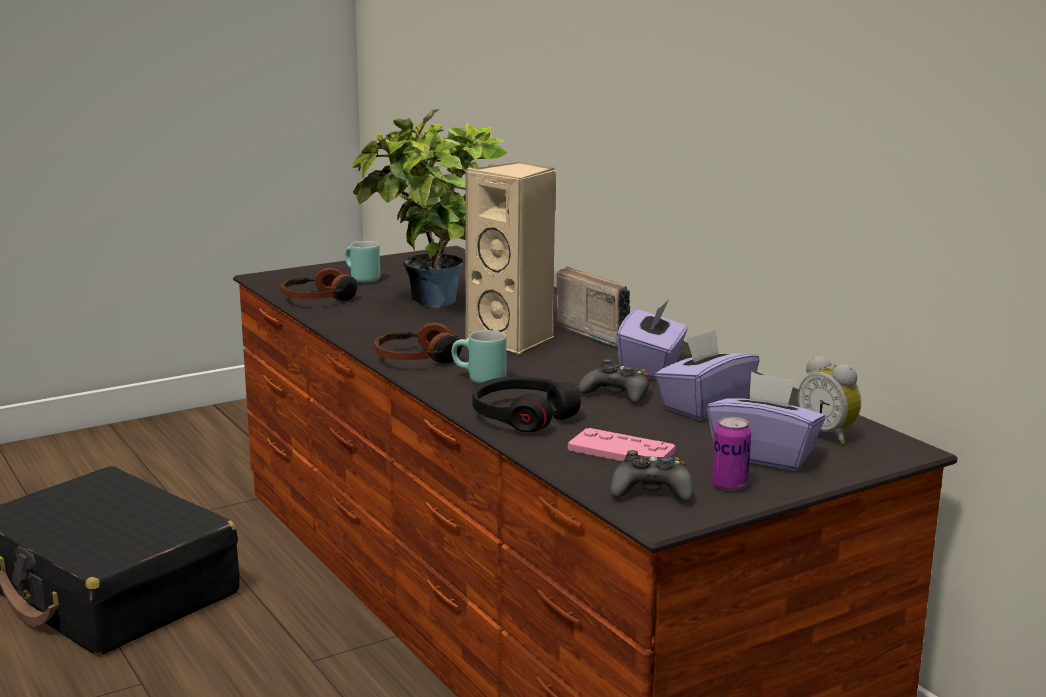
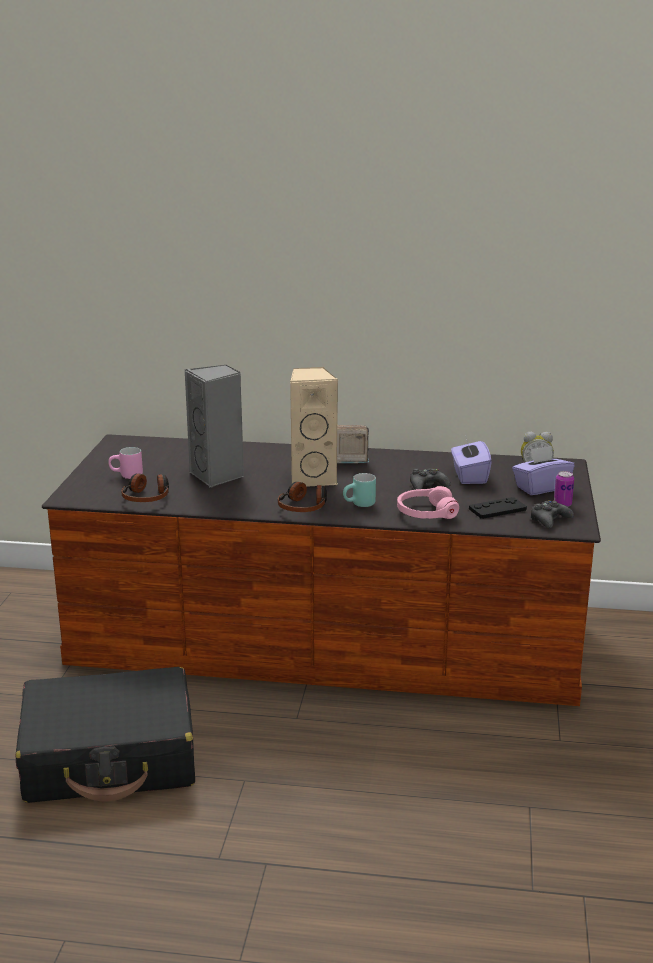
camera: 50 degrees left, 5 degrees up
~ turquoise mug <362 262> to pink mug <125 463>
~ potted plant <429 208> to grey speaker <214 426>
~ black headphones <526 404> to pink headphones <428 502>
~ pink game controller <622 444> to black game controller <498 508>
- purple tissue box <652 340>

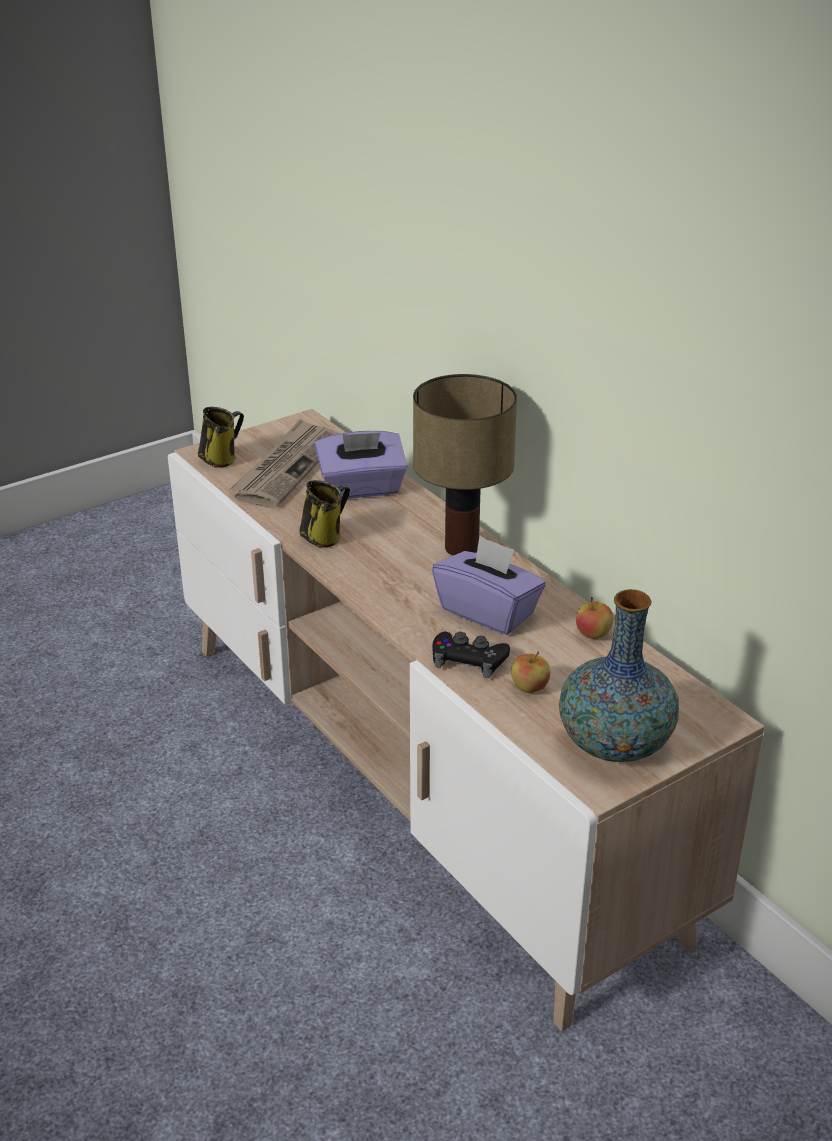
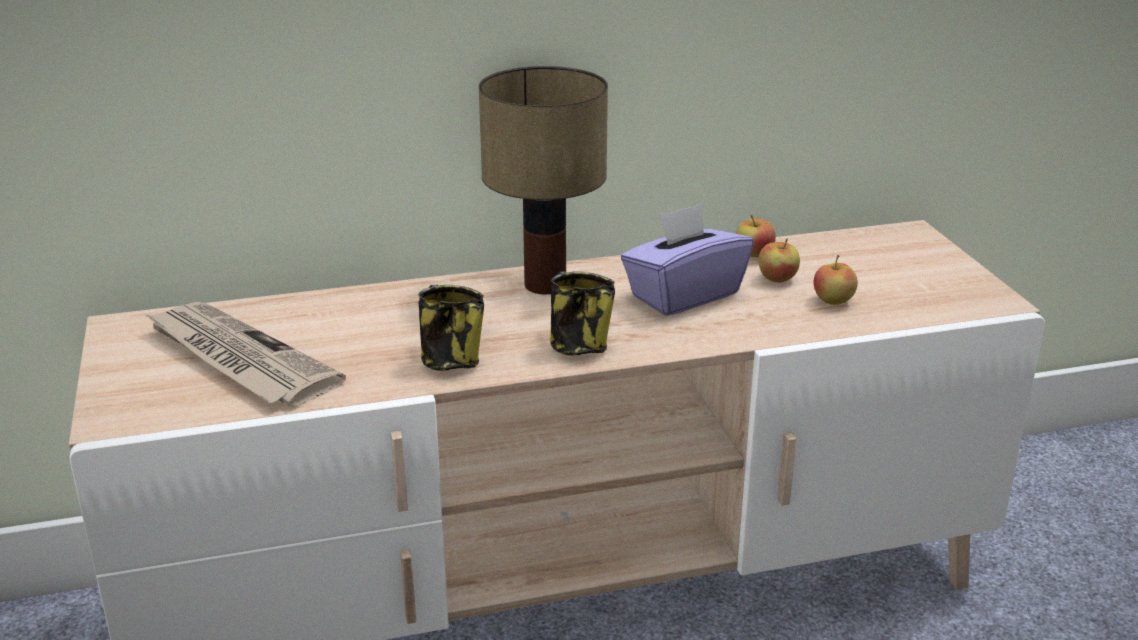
camera: 70 degrees left, 5 degrees down
~ mug <221 437> to <582 313>
- purple tissue box <361 465>
- black game controller <471 655>
- vase <619 675>
+ apple <779 261>

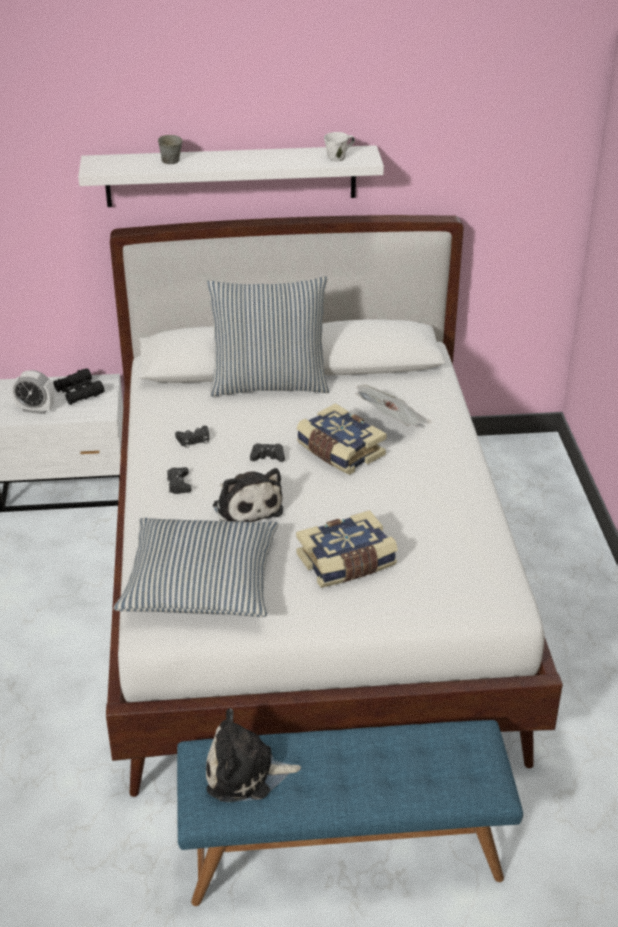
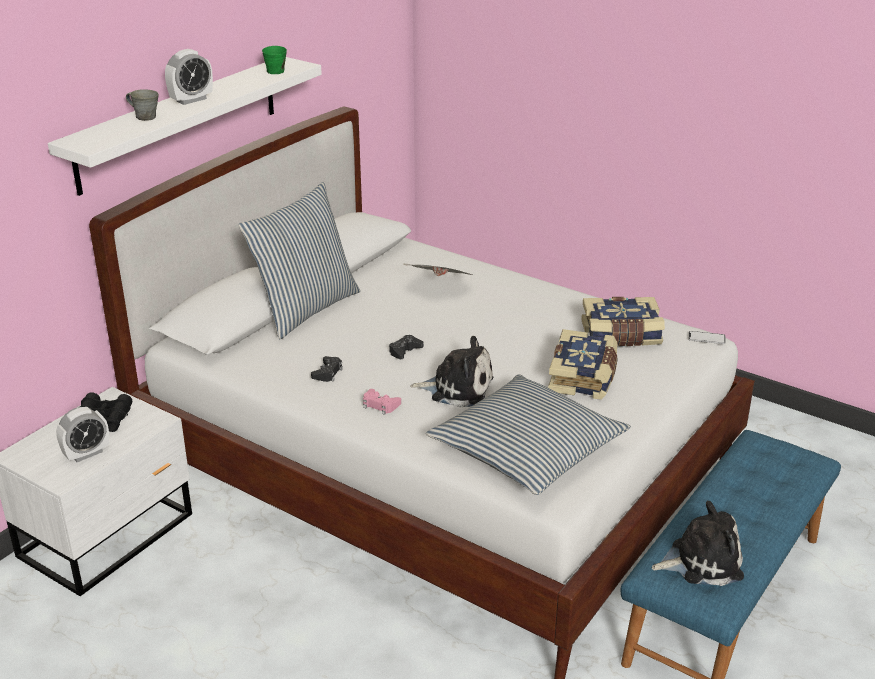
camera: 50 degrees left, 5 degrees down
~ black game controller <179 480> to pink game controller <382 402>
~ plush toy <253 755> = <698 543> 135 degrees counterclockwise
~ book <341 439> to <623 321>
~ white mug <339 146> to green mug <274 60>
+ alarm clock <189 77>
+ phone <707 337>

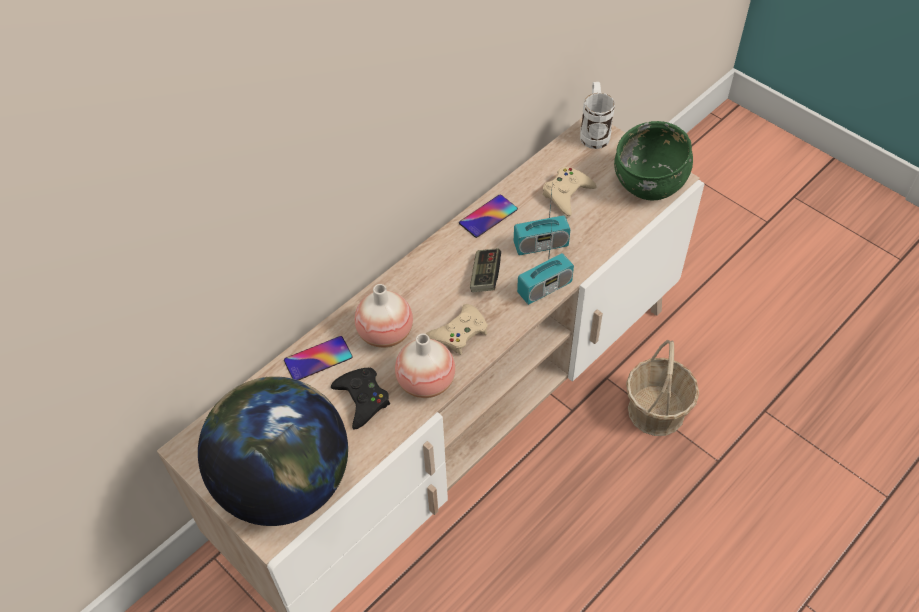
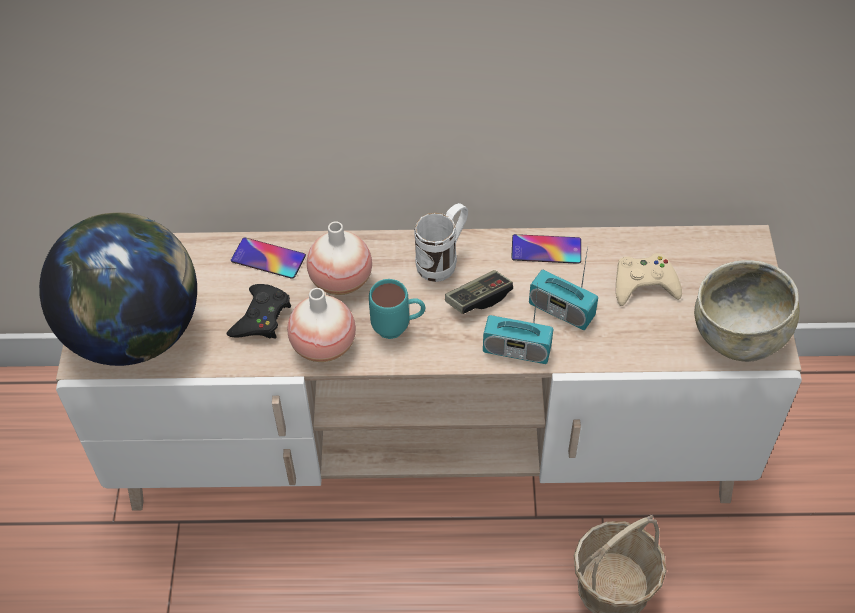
camera: 45 degrees right, 0 degrees up
~ beige game controller <457 329> to turquoise mug <397 309>
~ white mug <597 115> to <441 242>
~ green bowl <653 160> to beige bowl <747 311>

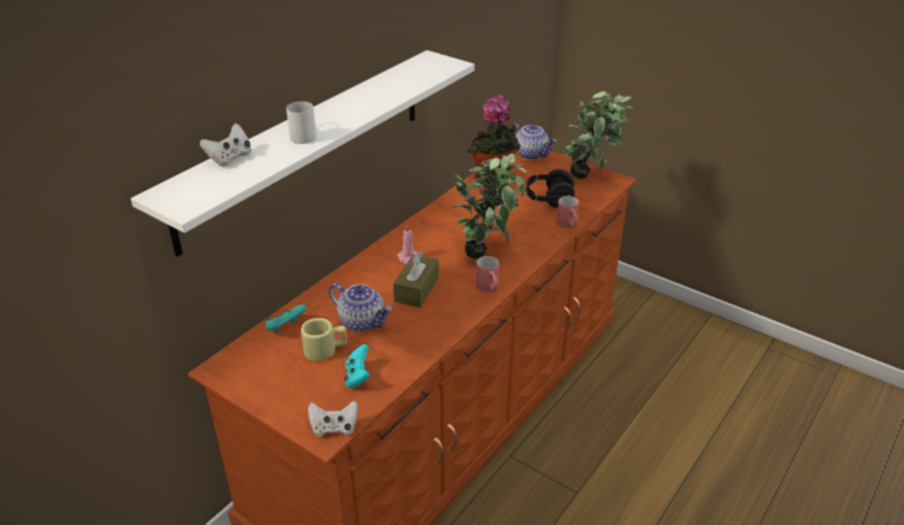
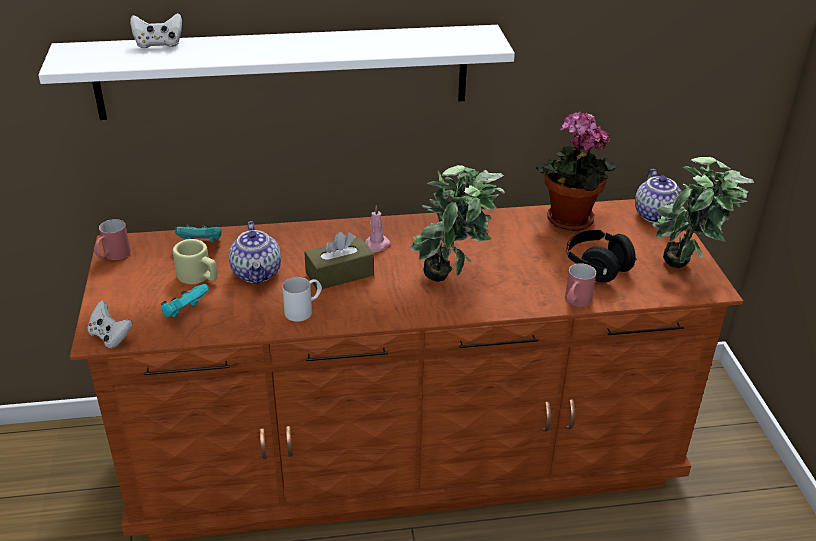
camera: 45 degrees right, 0 degrees up
~ white mug <301 122> to <302 299>
~ red mug <487 274> to <112 239>

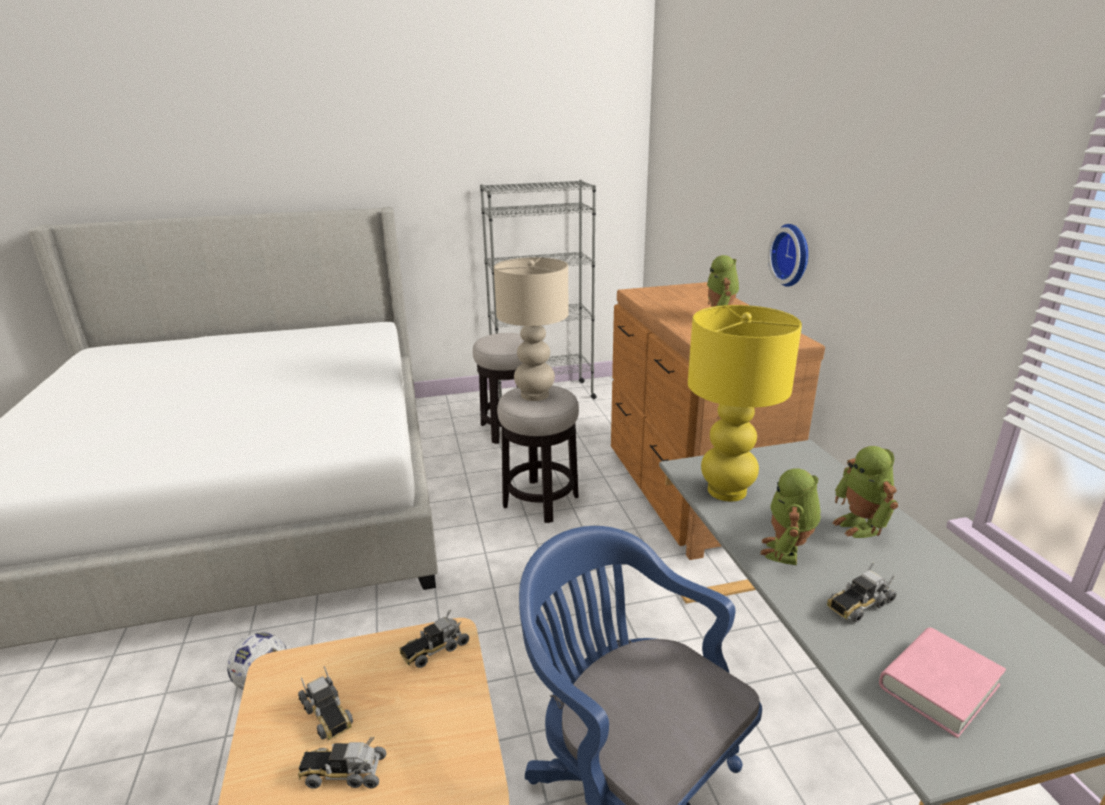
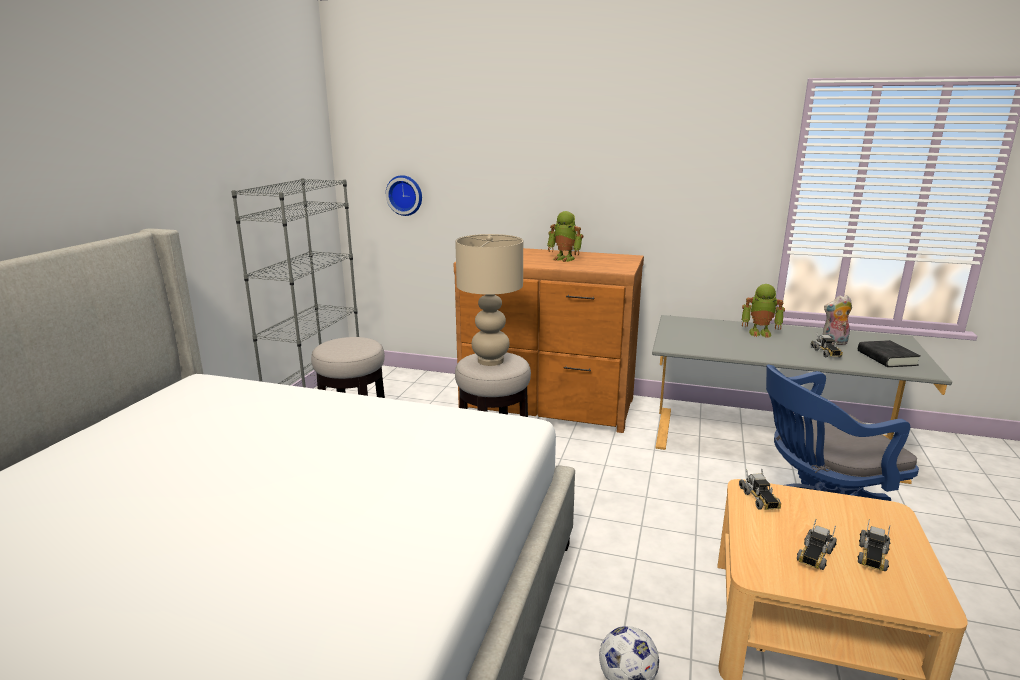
camera: 60 degrees left, 5 degrees down
~ toy truck <325 703> = <817 544> 135 degrees clockwise
- yellow table lamp <745 403>
- toy robot <790 516>
~ wall clock <788 255> to <404 195>
~ pink book <942 683> to black book <889 353>
+ plush toy <837 320>

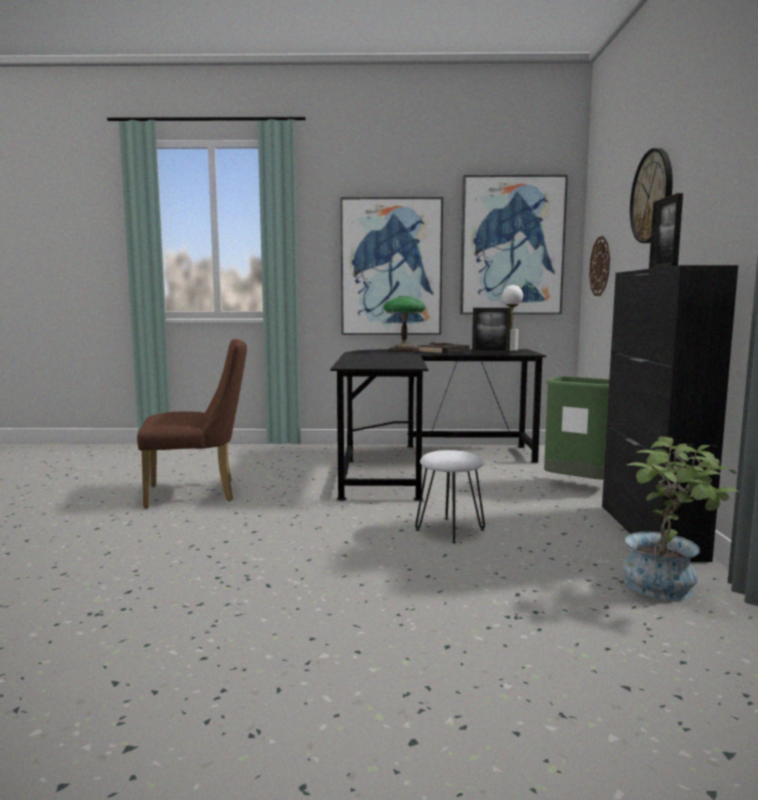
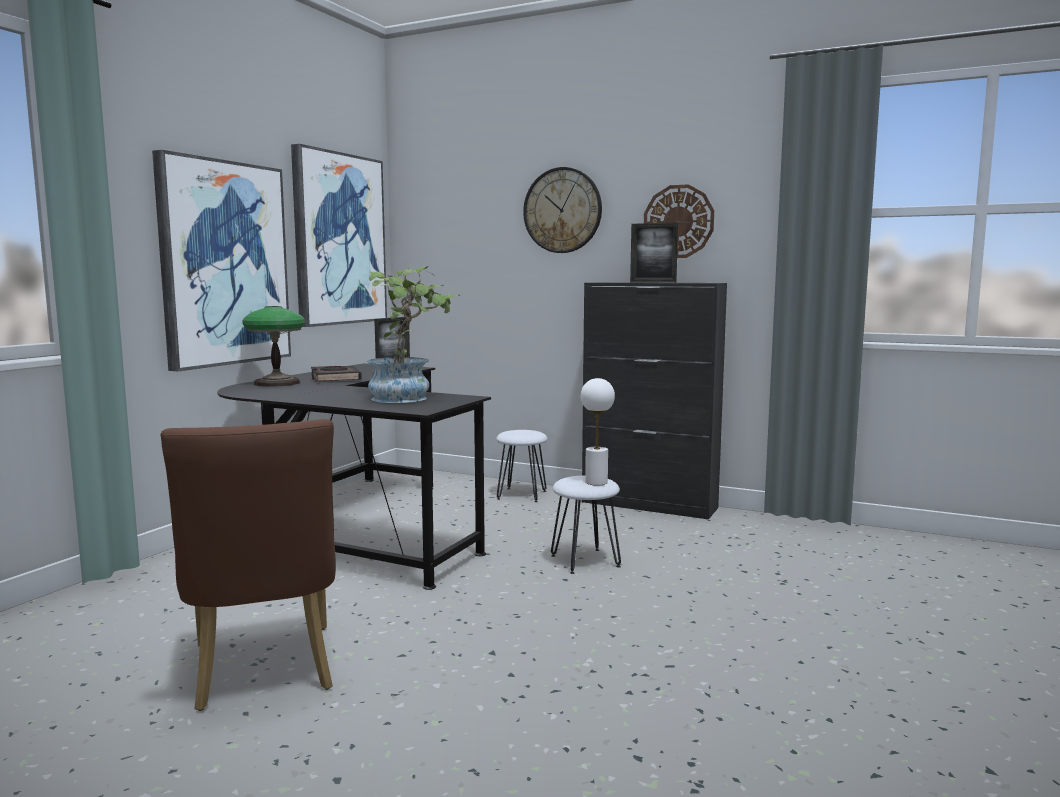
camera: 65 degrees left, 0 degrees up
~ brown chair <192 423> = <248 565> 150 degrees clockwise
~ white table lamp <512 318> to <598 431>
~ green trash can <576 428> to white stool <522 466>
~ wall clock <599 266> to <679 221>
~ potted plant <681 518> to <411 334>

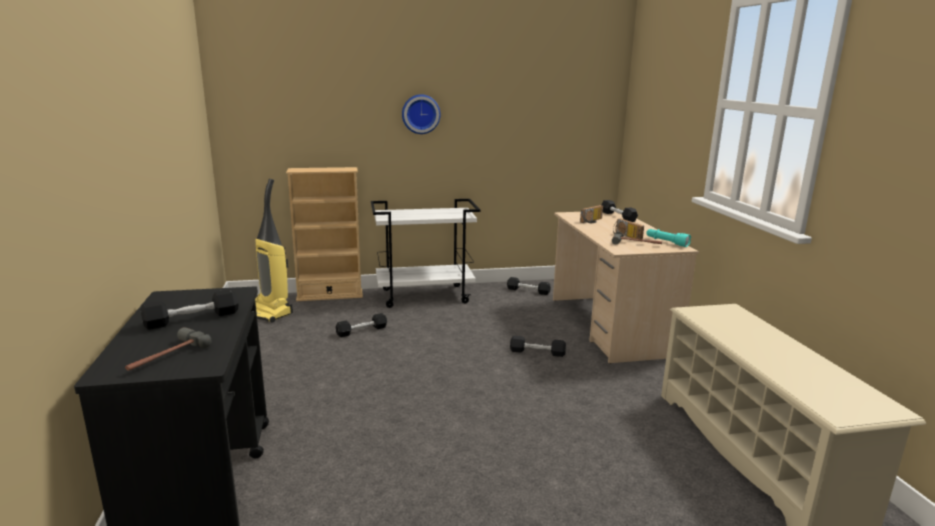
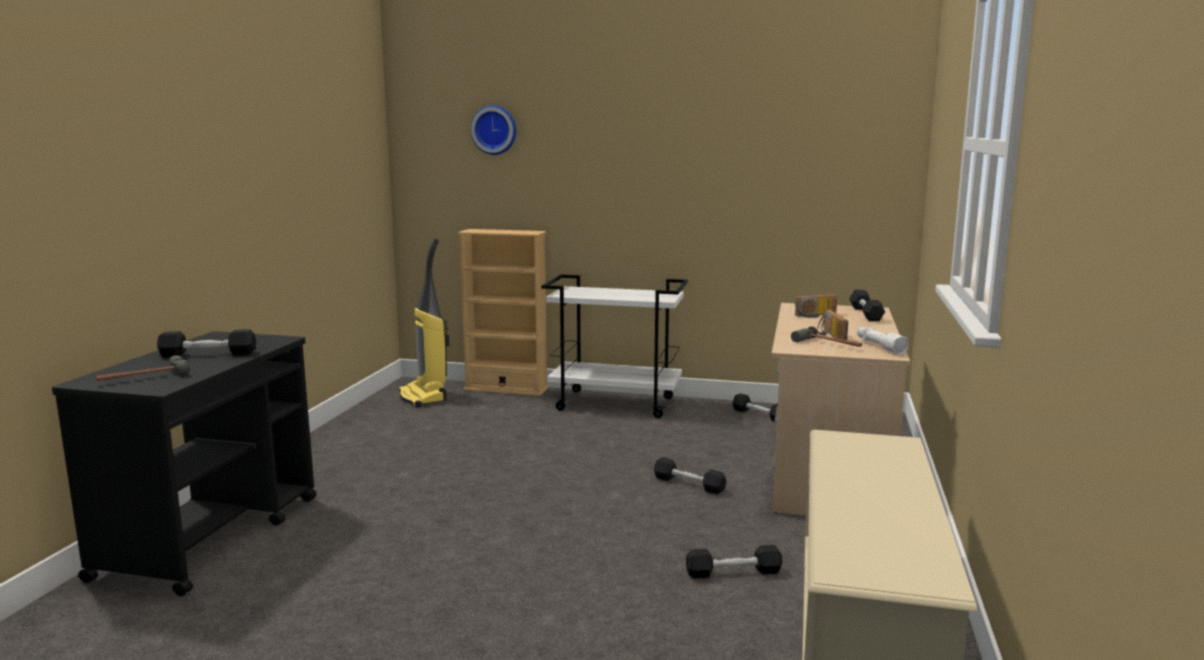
camera: 25 degrees right, 5 degrees down
~ black dumbbell <361 325> to <734 562>
~ wall clock <421 114> to <493 130>
~ turquoise flashlight <668 238> to white flashlight <883 340>

